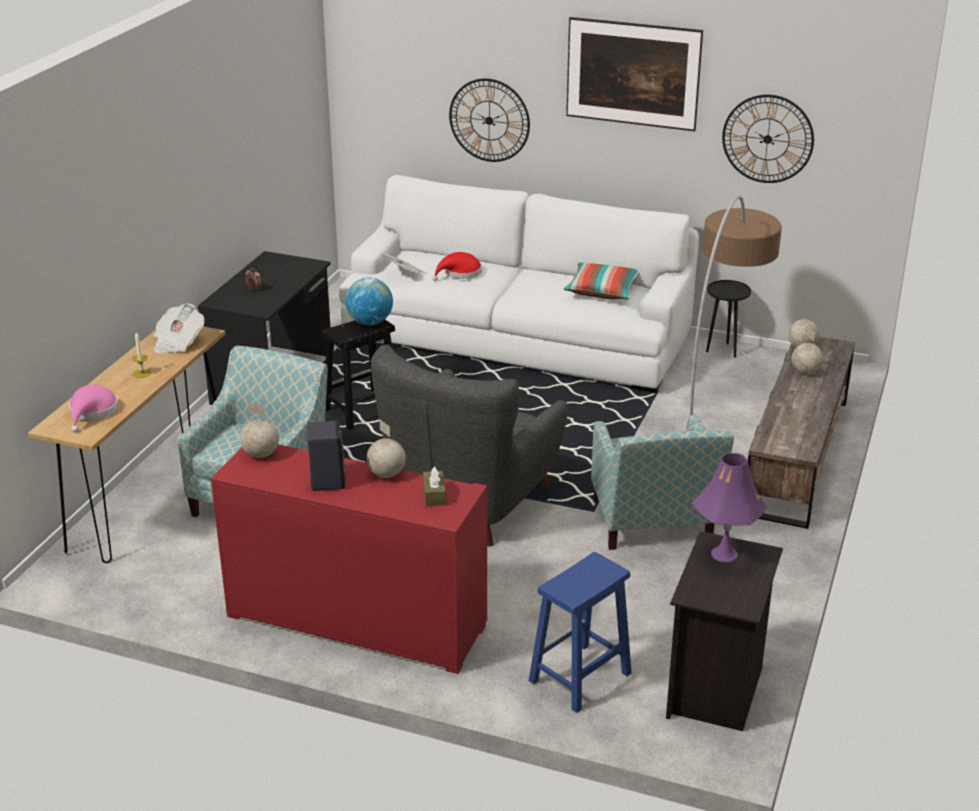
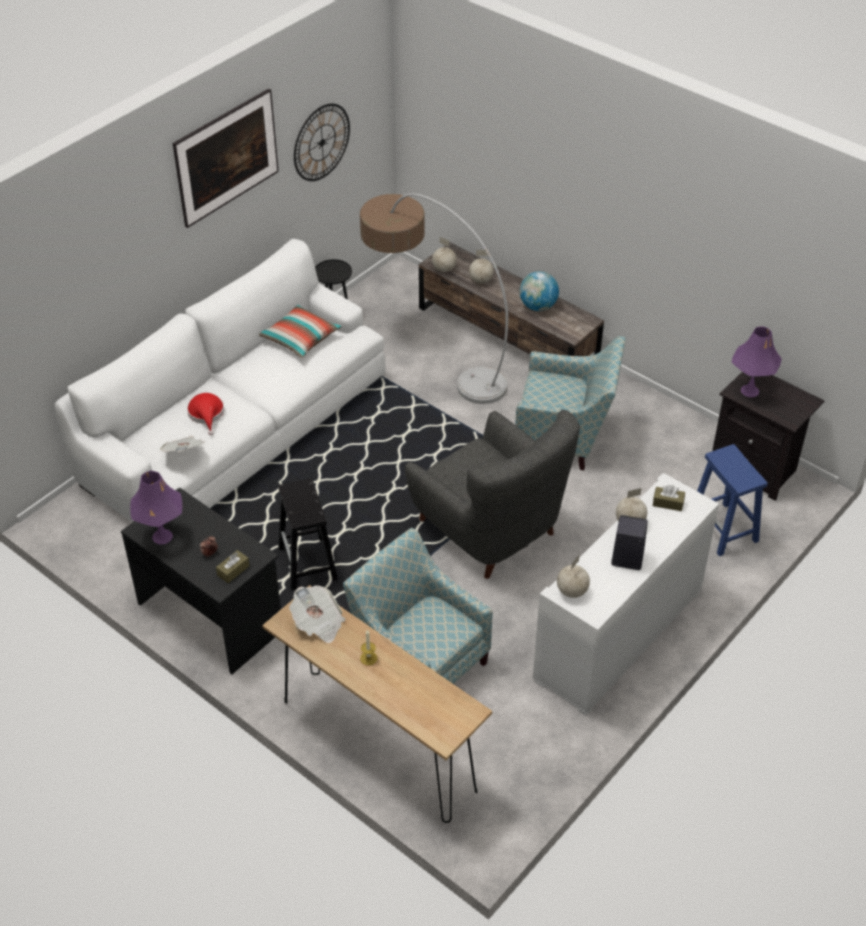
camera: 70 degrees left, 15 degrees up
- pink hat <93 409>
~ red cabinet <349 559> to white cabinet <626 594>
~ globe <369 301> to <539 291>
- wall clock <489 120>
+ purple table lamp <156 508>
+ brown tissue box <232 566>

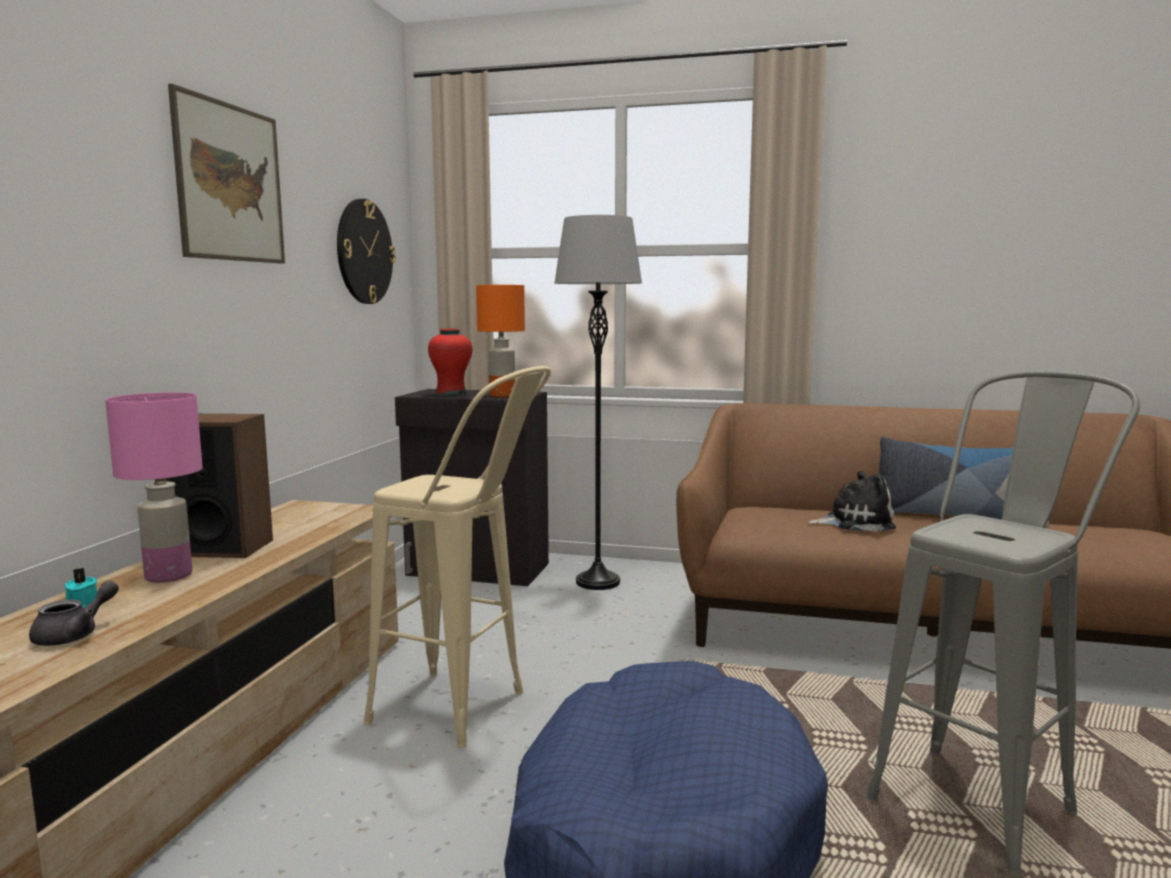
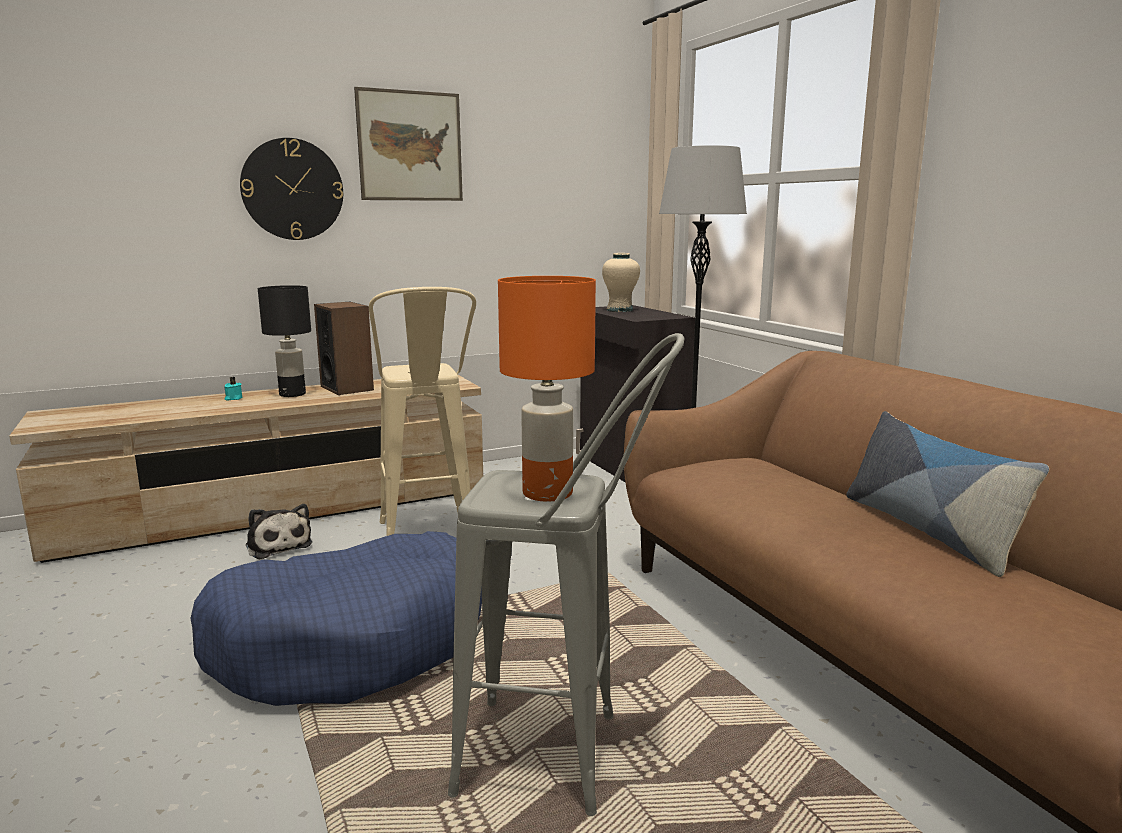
camera: 50 degrees right, 5 degrees up
- grey teapot <74 613>
~ pink table lamp <154 487> to black table lamp <284 341>
~ wall clock <366 251> to <291 189>
~ red vase <450 362> to beige vase <621 282>
~ orange table lamp <500 341> to <547 389>
~ plush toy <851 501> to <279 531>

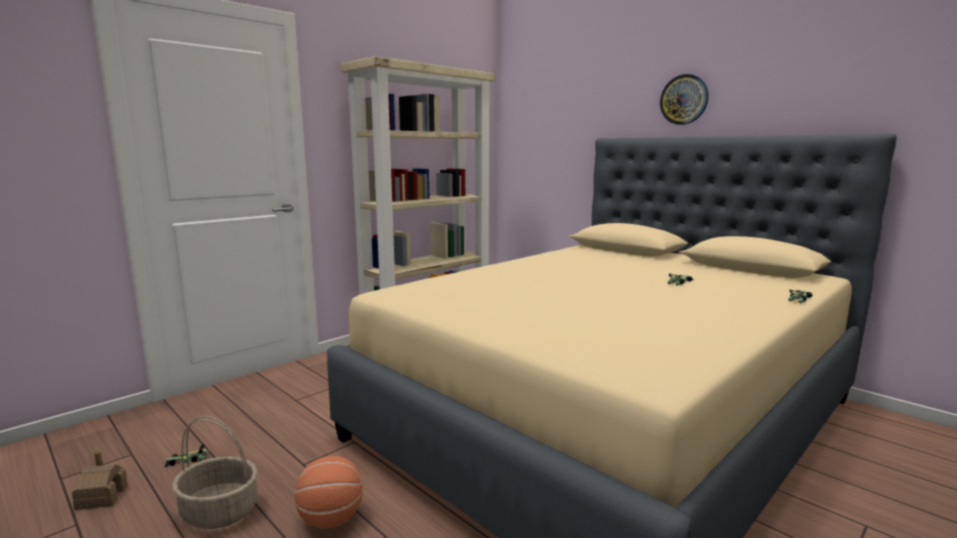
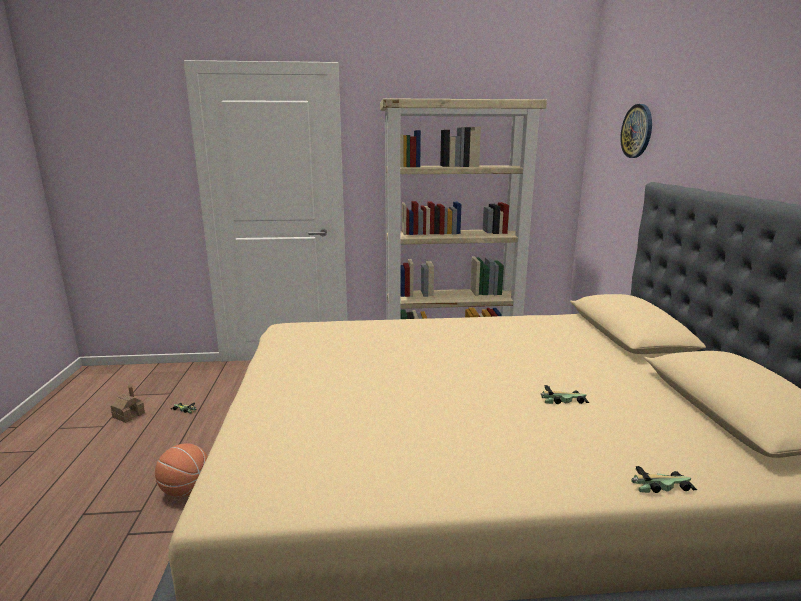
camera: 40 degrees right, 5 degrees up
- basket <215 472>
~ wall clock <684 99> to <636 131>

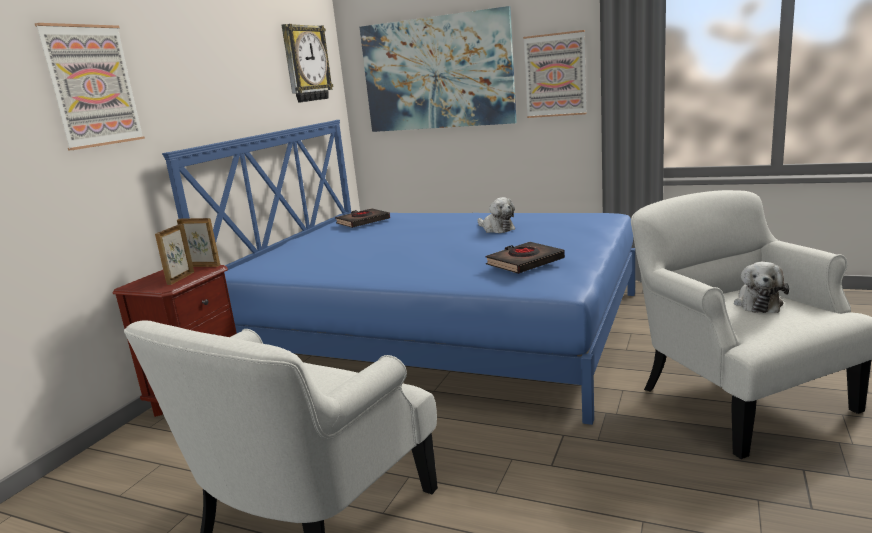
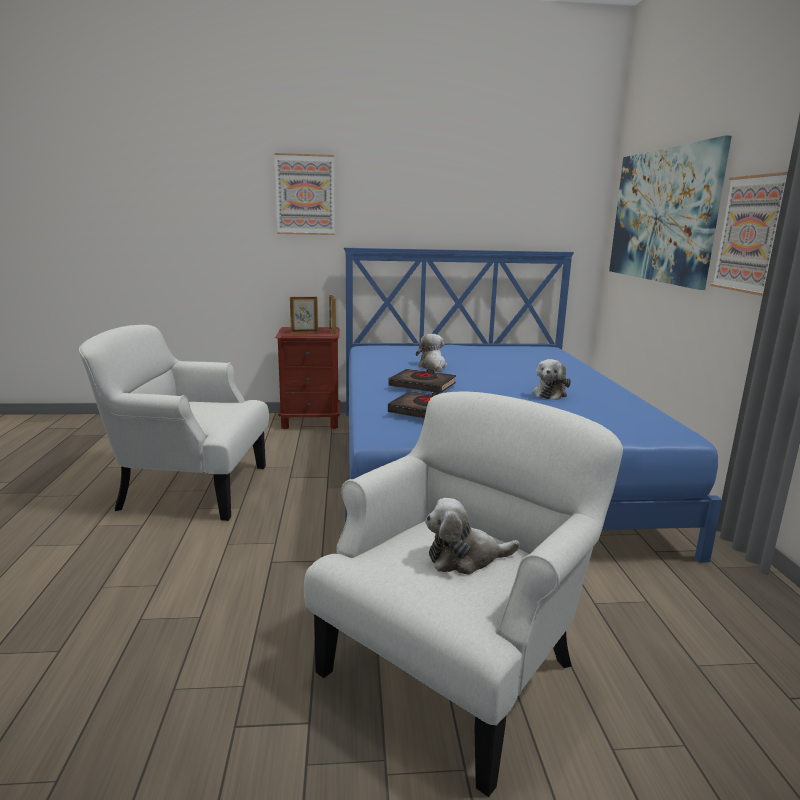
camera: 60 degrees right, 0 degrees up
- wall clock <307 63>
~ black book <362 218> to <422 381>
+ plush toy <431 353>

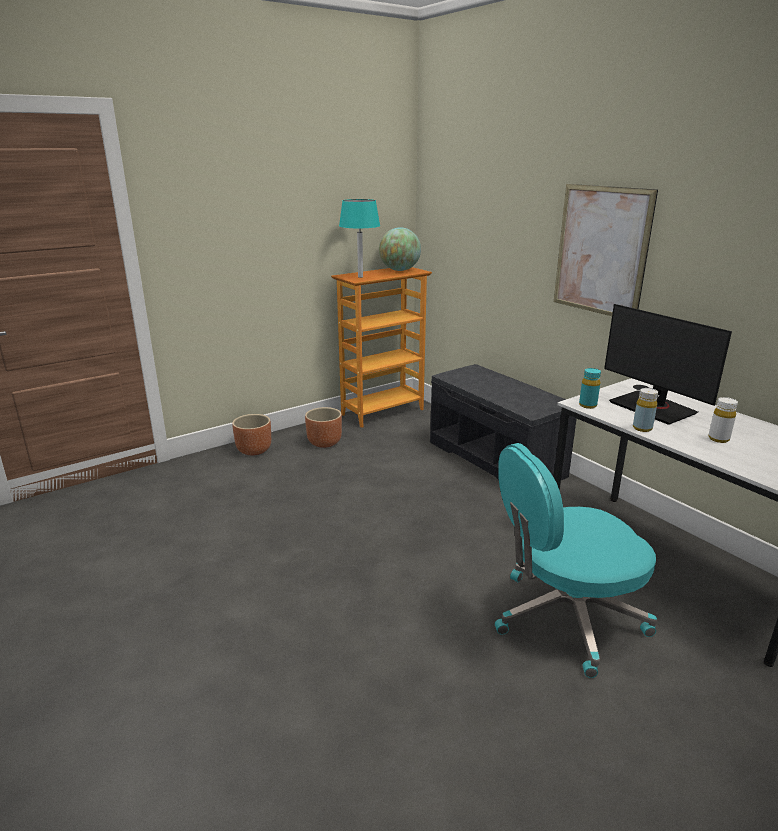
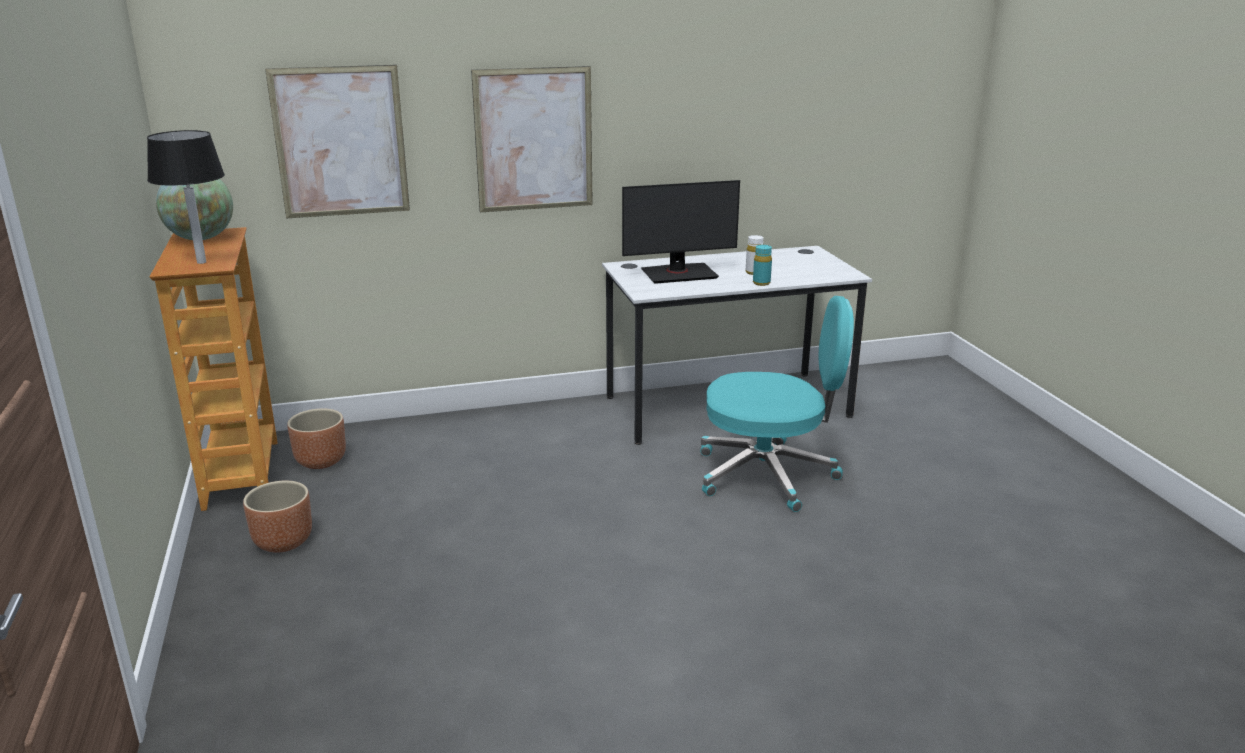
camera: 70 degrees left, 0 degrees up
~ brown planter <251 434> to <316 439>
~ turquoise table lamp <359 238> to black table lamp <186 197>
- grey bench <503 422>
~ turquoise office chair <576 560> = <777 404> 90 degrees counterclockwise
~ turquoise bottle <590 388> to <762 265>
- yellow bottle <645 410>
+ picture <337 141>

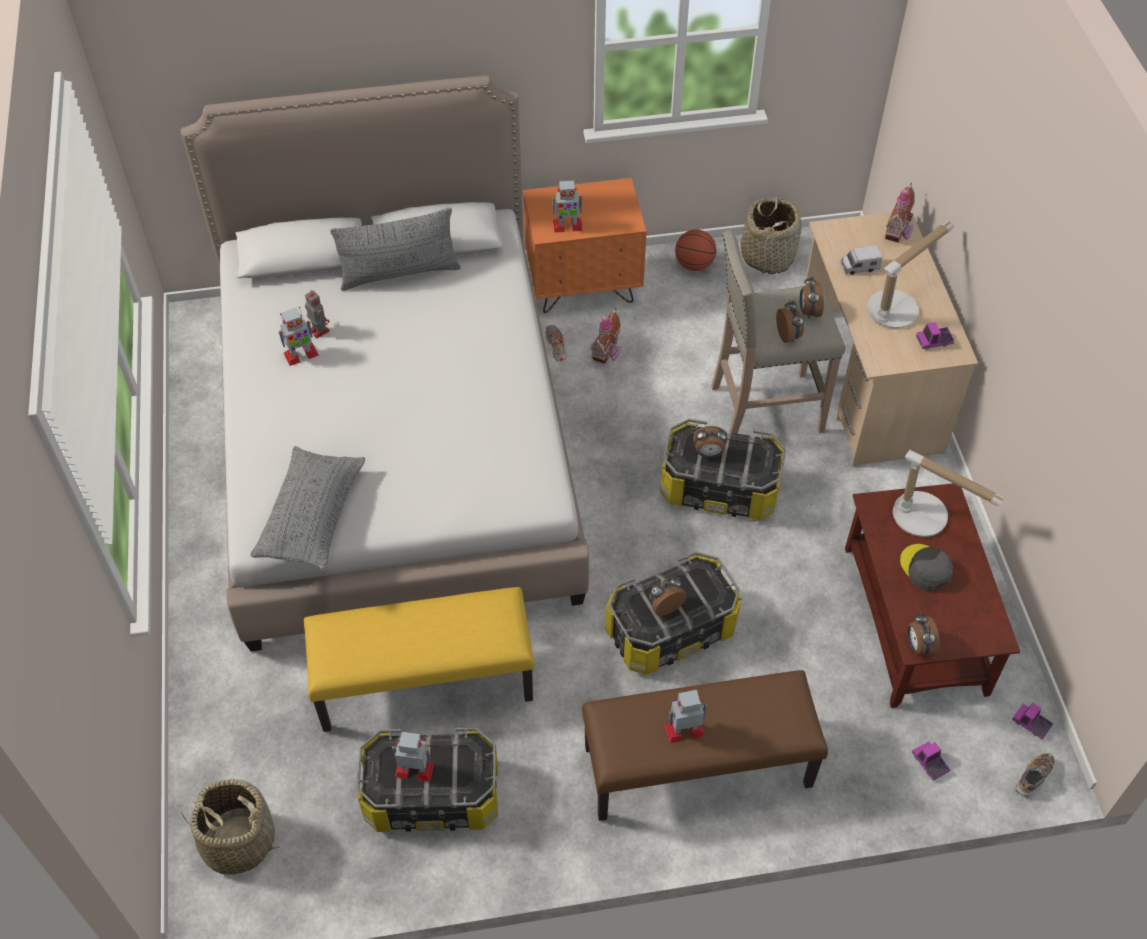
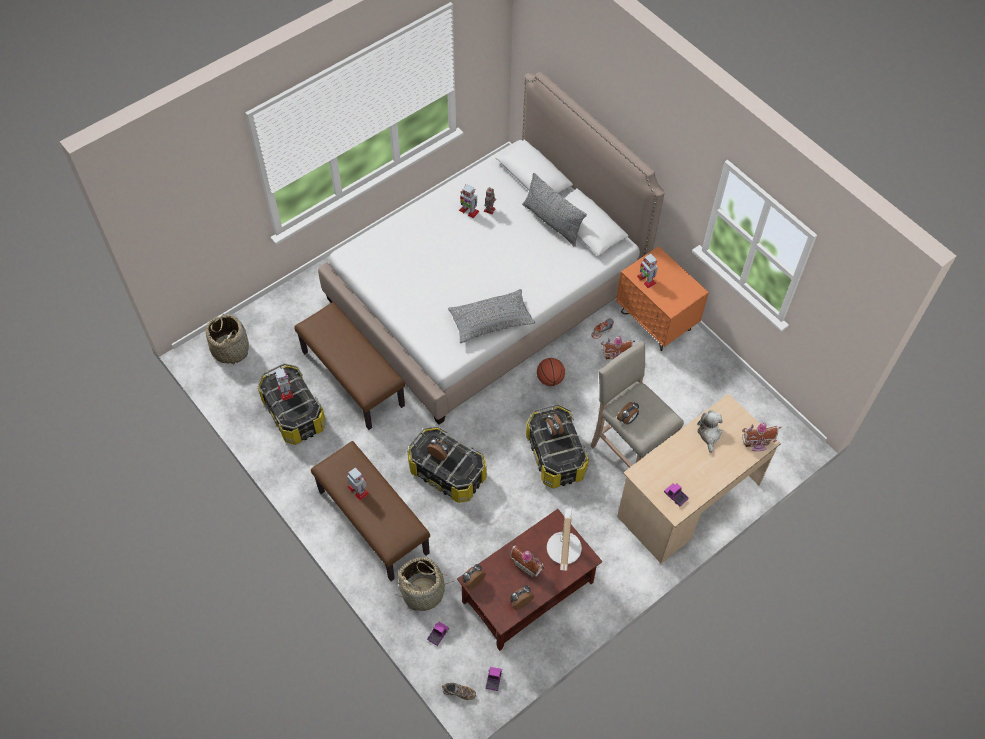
camera: 60 degrees right, 5 degrees up
~ grey pillow <307 508> to <491 316>
~ yellow bench <419 659> to brown bench <349 366>
~ basketball <695 250> to <551 372>
~ basket <771 235> to <425 584>
~ alarm clock <812 297> to <522 597>
~ toy truck <861 260> to plush toy <710 431>
- table lamp <910 274>
~ grey cap <926 568> to toy house <528 561>

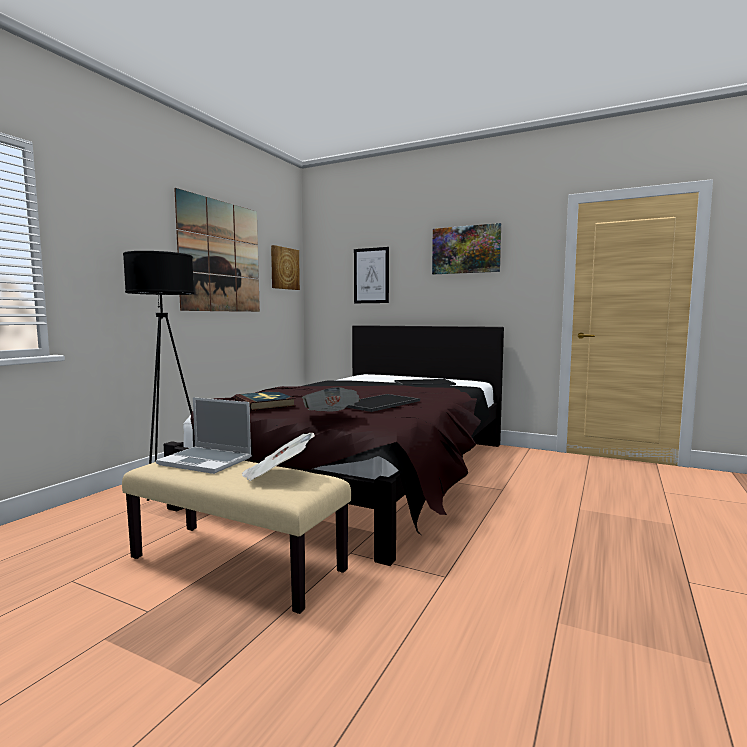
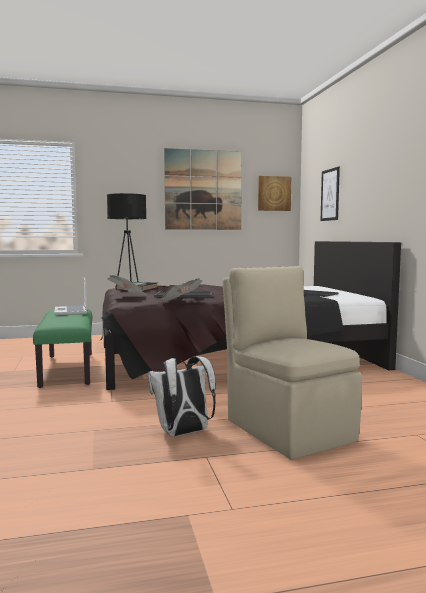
camera: 50 degrees right, 0 degrees up
~ beige bench <236 537> to green bench <62 348>
~ newspaper <278 457> to <181 289>
- picture <466 248>
+ white backpack <182 396>
+ beige chair <292 362>

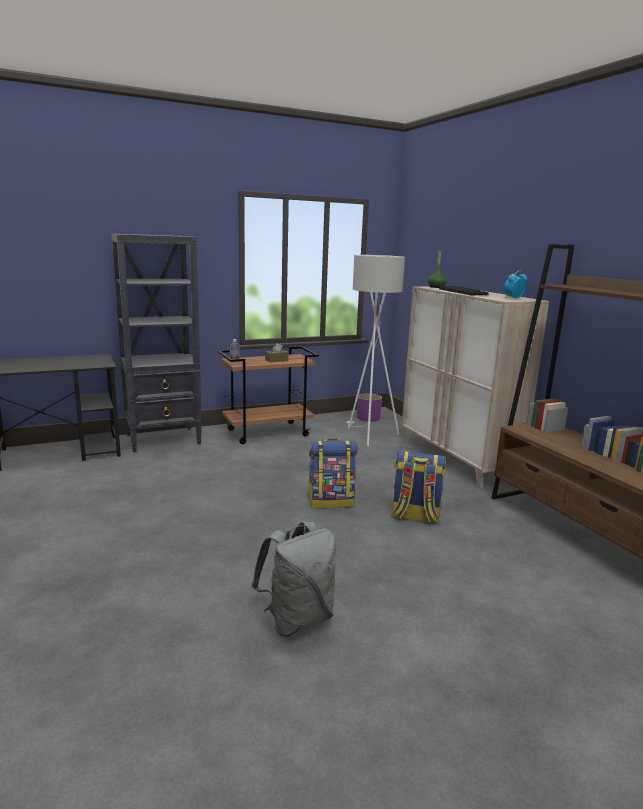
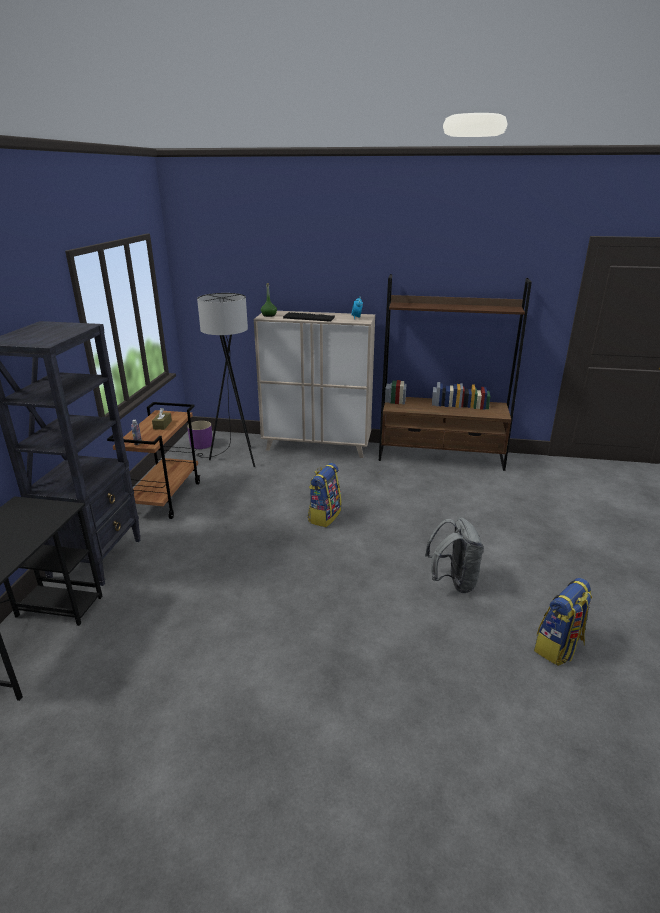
camera: 55 degrees left, 10 degrees up
~ white floor lamp <376 350> to black floor lamp <225 380>
~ backpack <418 487> to <563 622>

